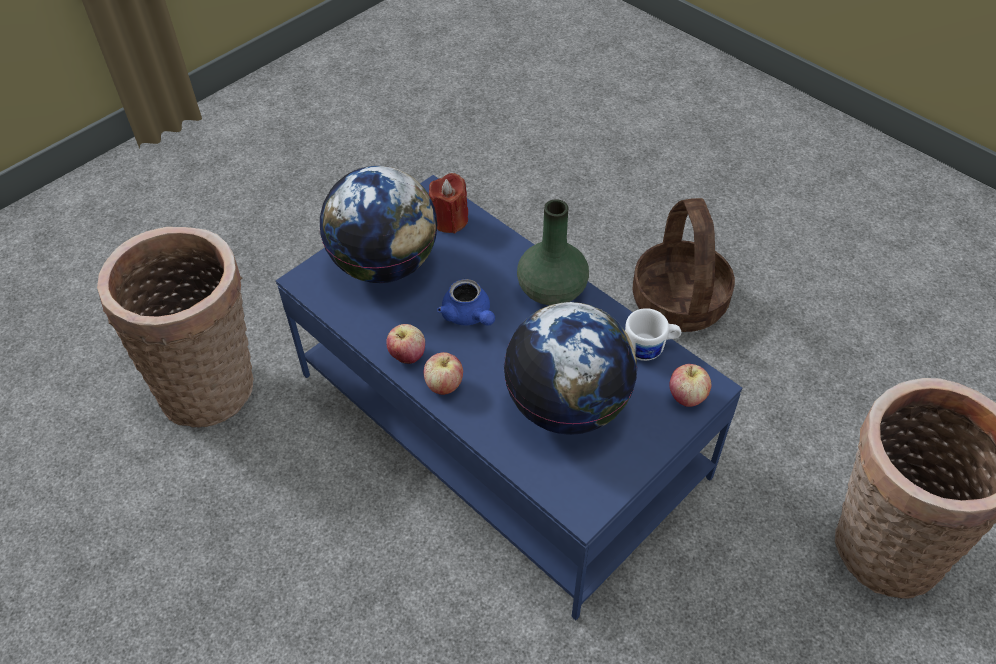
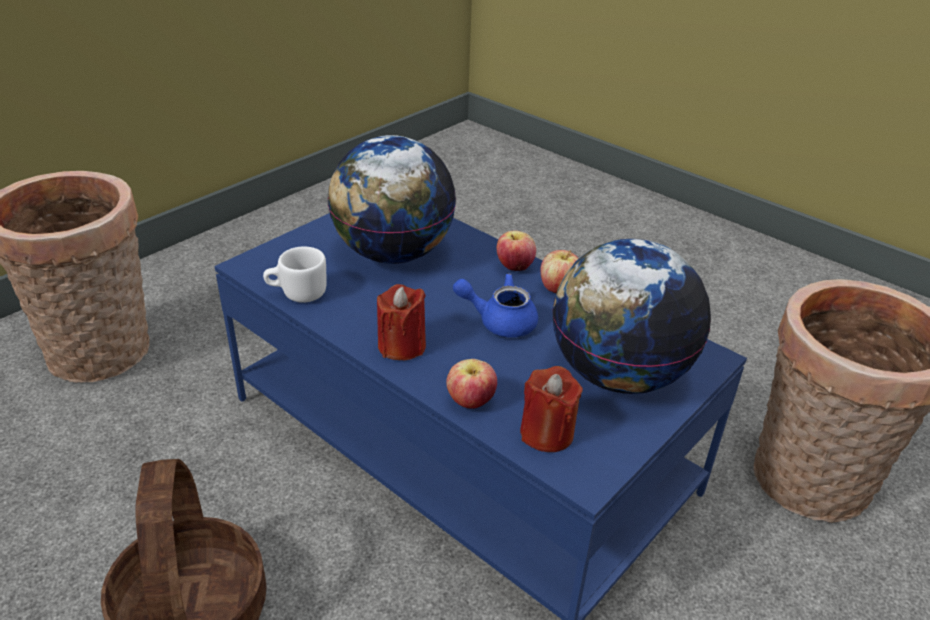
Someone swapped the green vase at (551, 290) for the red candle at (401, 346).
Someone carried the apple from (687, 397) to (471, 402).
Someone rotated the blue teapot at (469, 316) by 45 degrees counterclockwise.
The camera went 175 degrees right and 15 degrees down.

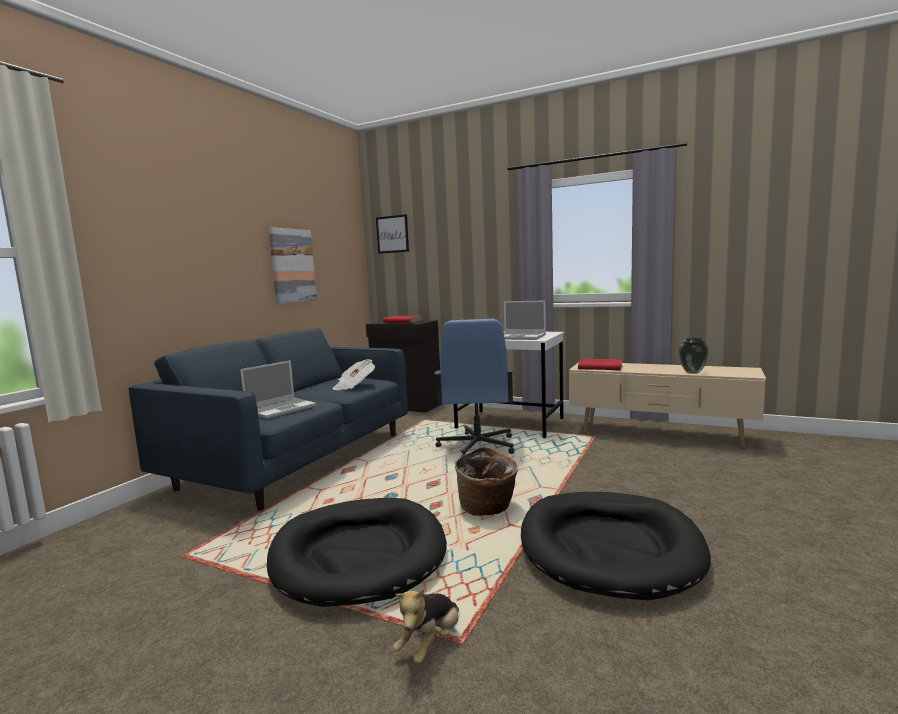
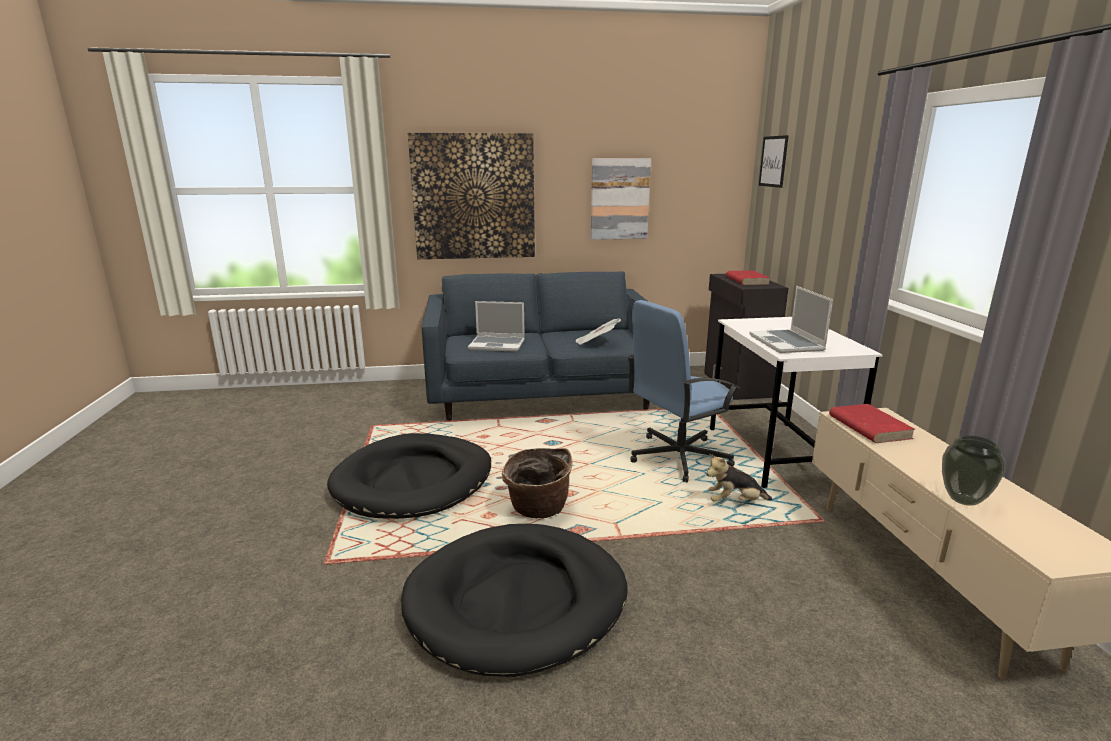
Someone put up the picture at (474, 197).
Someone carried the plush toy from (430, 644) to (734, 502).
The camera went 55 degrees right and 10 degrees up.

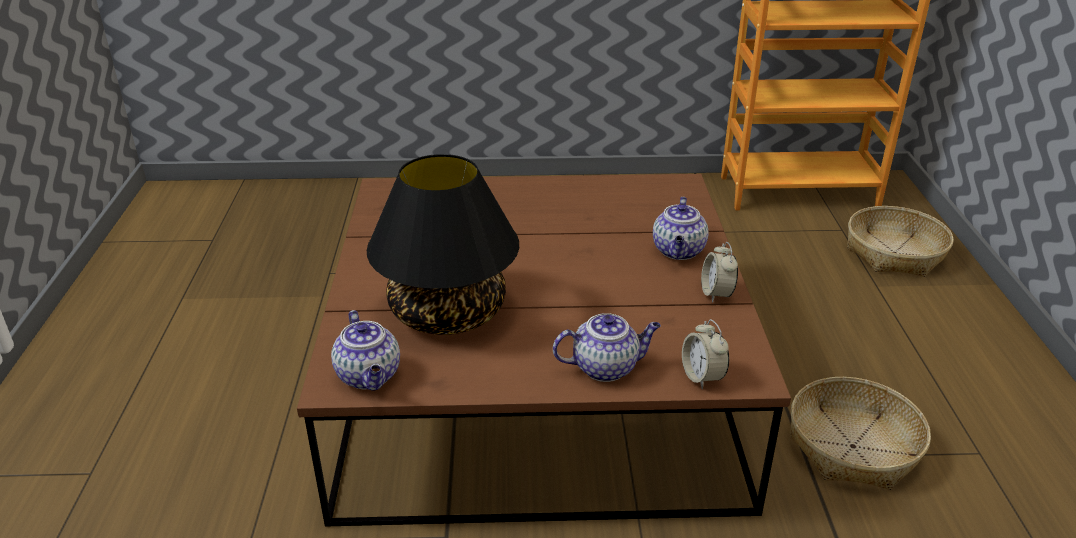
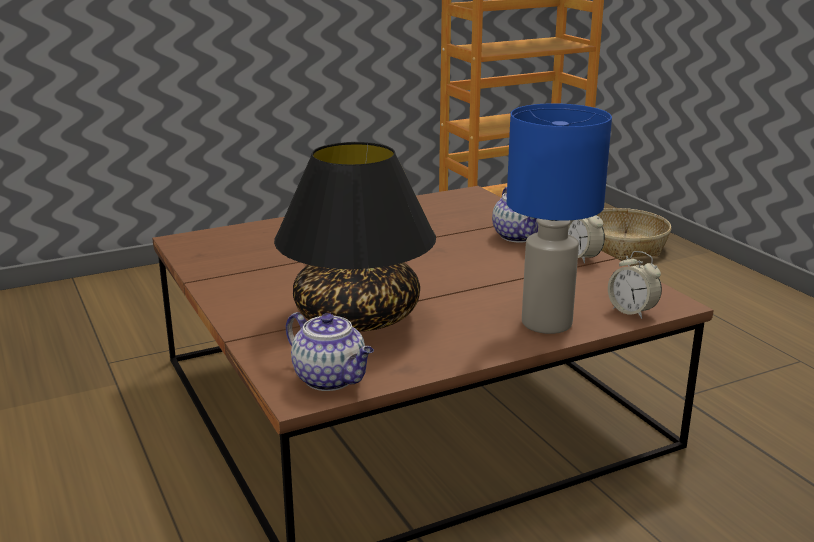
Someone swapped the teapot at (606, 367) for the blue table lamp at (546, 323).
Someone took away the basket at (852, 446).
The camera went 25 degrees left and 10 degrees down.

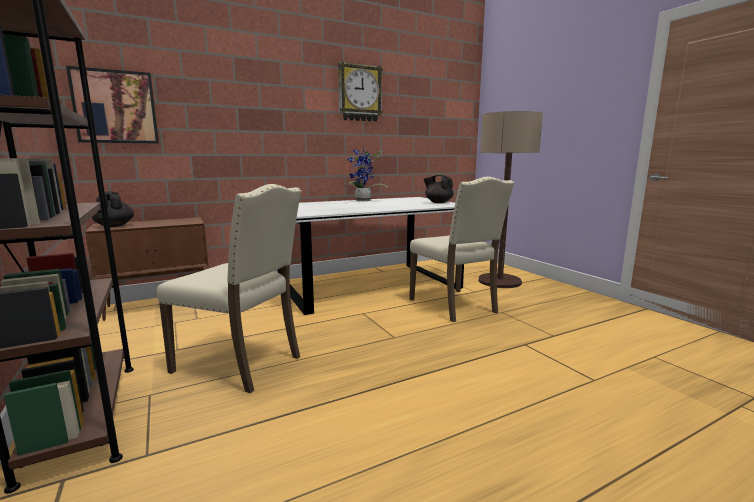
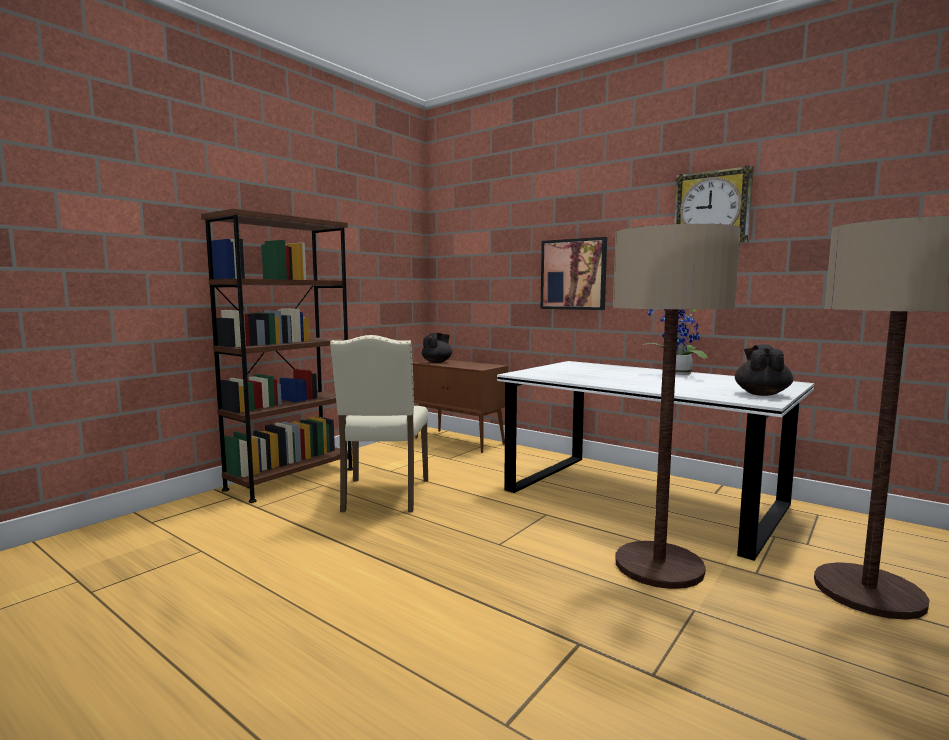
Someone carried the picture from (115, 107) to (573, 274).
Someone swapped the beige chair at (455, 306) for the floor lamp at (658, 566).
The camera went 65 degrees right and 5 degrees down.

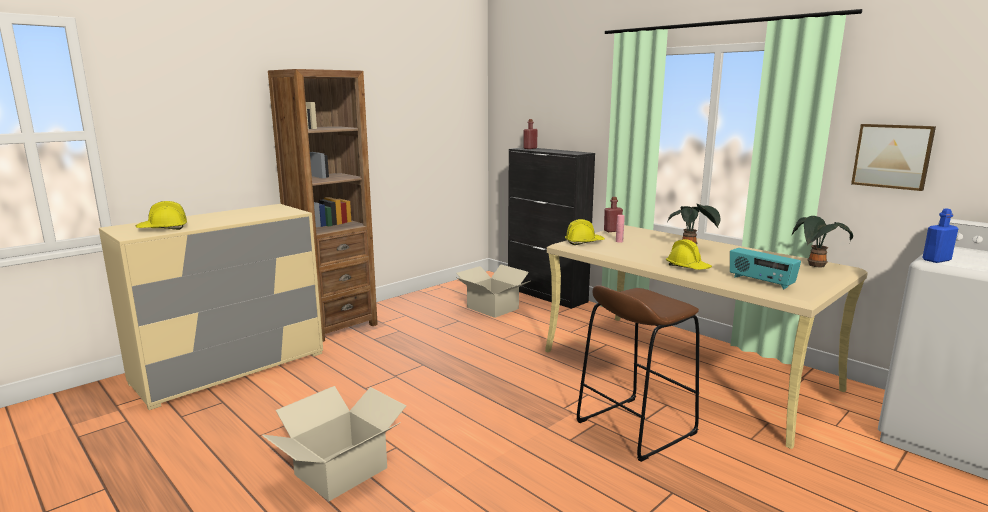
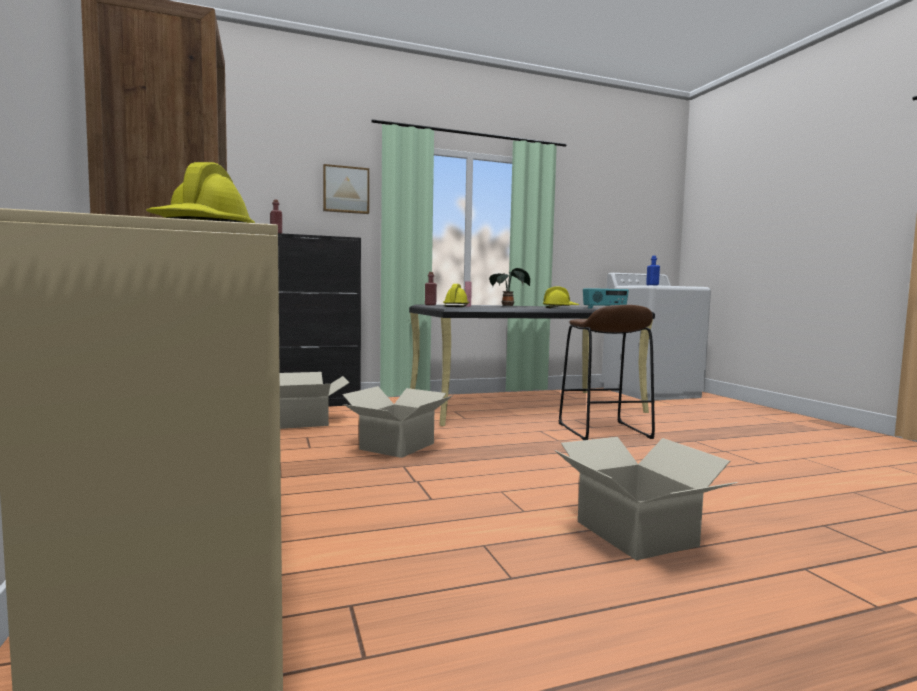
Someone carried the picture from (892, 156) to (346, 190).
Someone put down the cardboard box at (396, 446).
Someone repainted the beige desk at (686, 370), which became the black desk at (525, 406).
Someone took away the potted plant at (816, 266).
The camera went 65 degrees left and 10 degrees down.

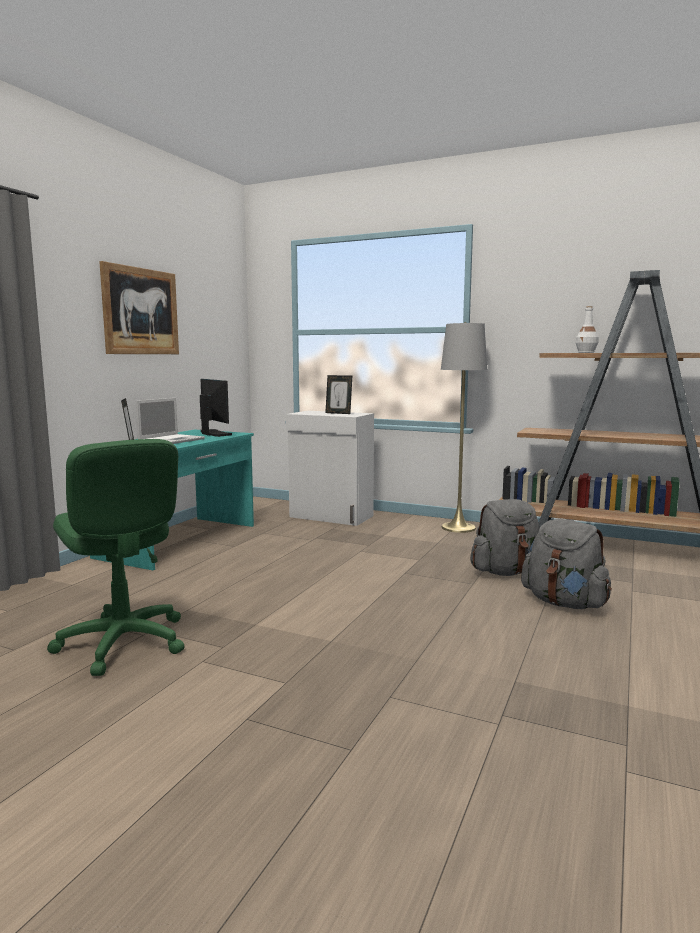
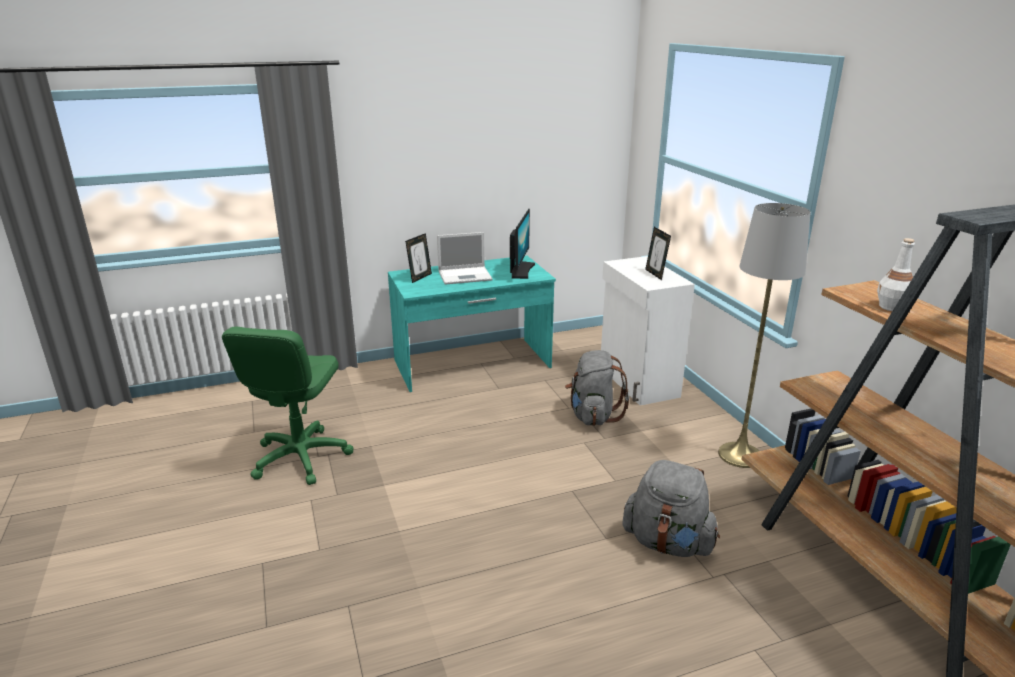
Someone carried the grey backpack from (564, 603) to (593, 415).
Someone took away the picture at (141, 311).
The camera went 45 degrees right and 15 degrees up.

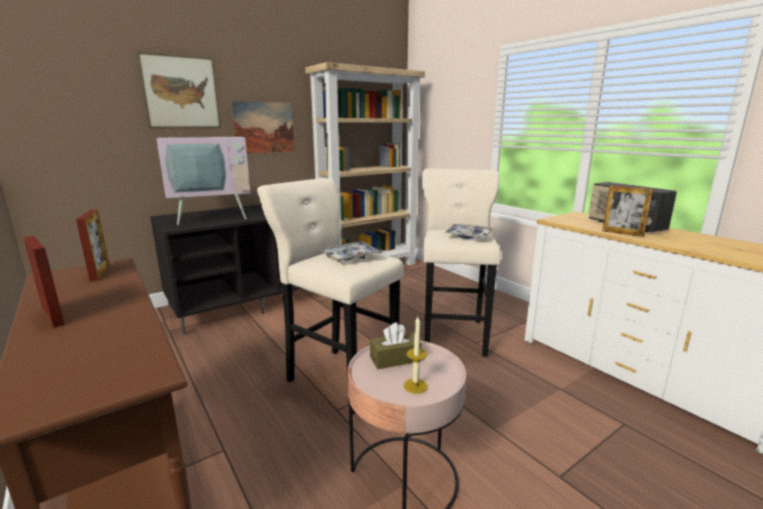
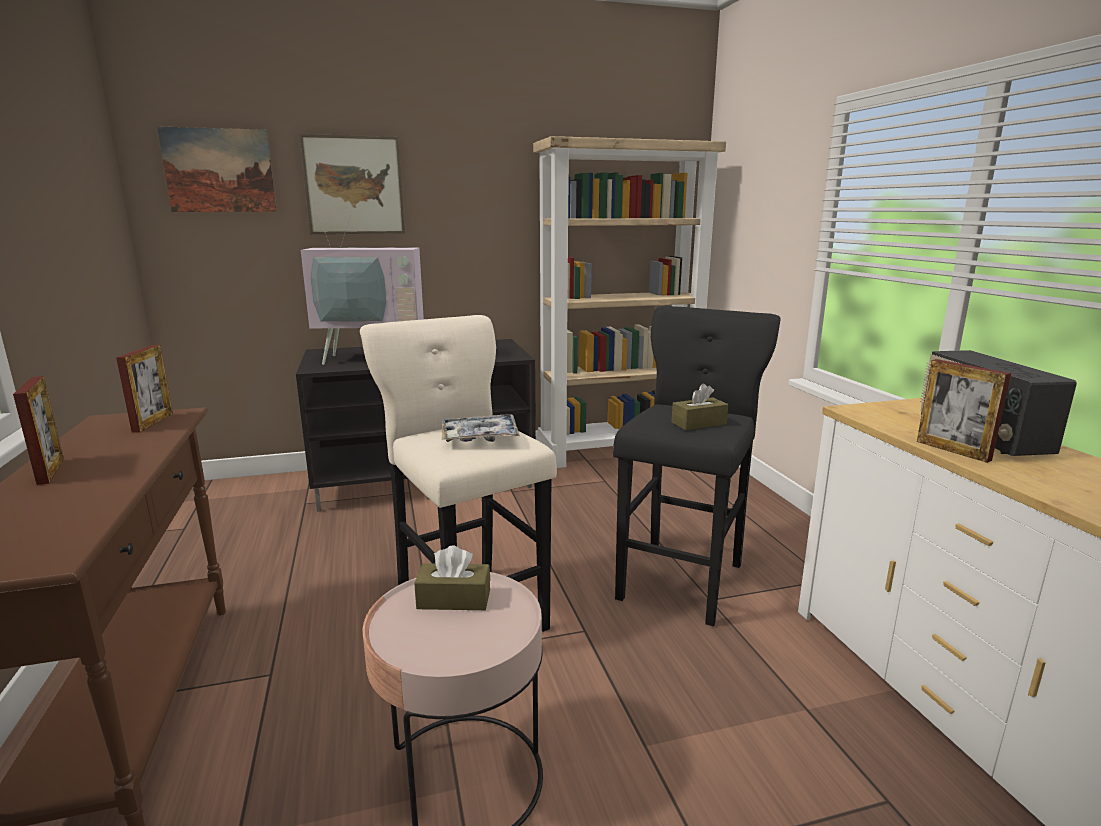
Someone carried the picture from (264, 127) to (219, 170).
Someone repainted the beige stool at (453, 333), which became the black stool at (683, 578).
Someone swapped the tray at (469, 236) for the brown tissue box at (698, 423).
Someone took away the candle at (415, 386).
The camera went 20 degrees right and 0 degrees up.

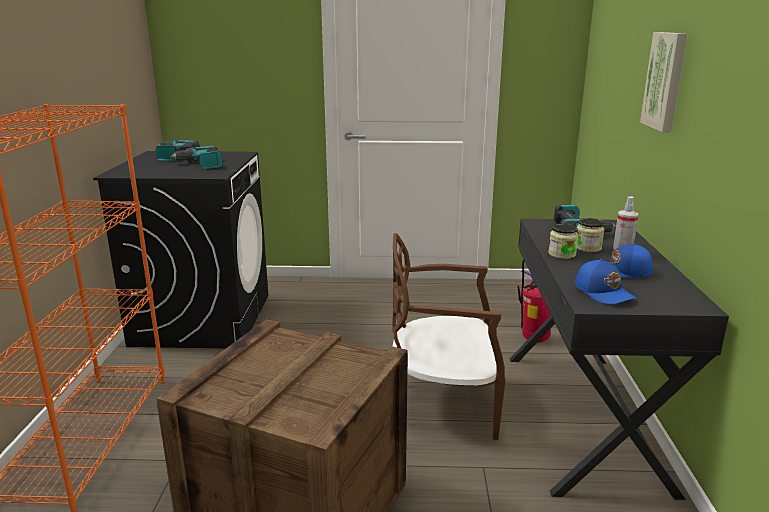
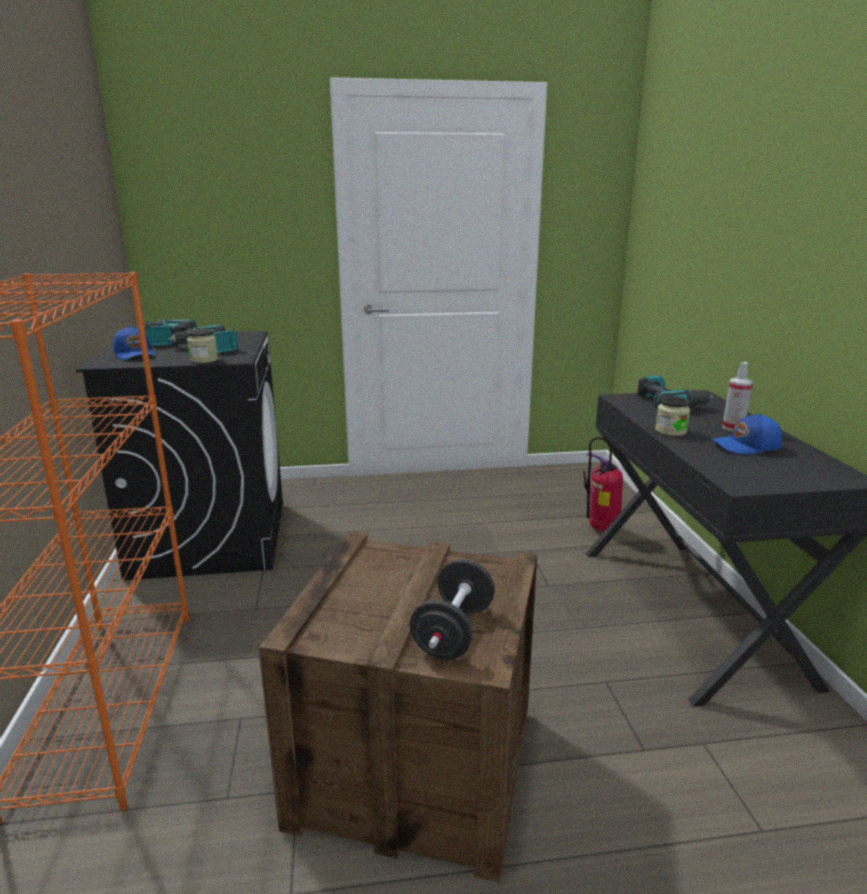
Someone carried the blue cap from (604, 293) to (135, 354).
Someone carried the jar from (588, 248) to (204, 360).
Someone put down the black dumbbell at (453, 632).
Someone took away the brown chair at (444, 404).
Someone took away the picture at (666, 81).
The camera went 10 degrees left and 0 degrees up.

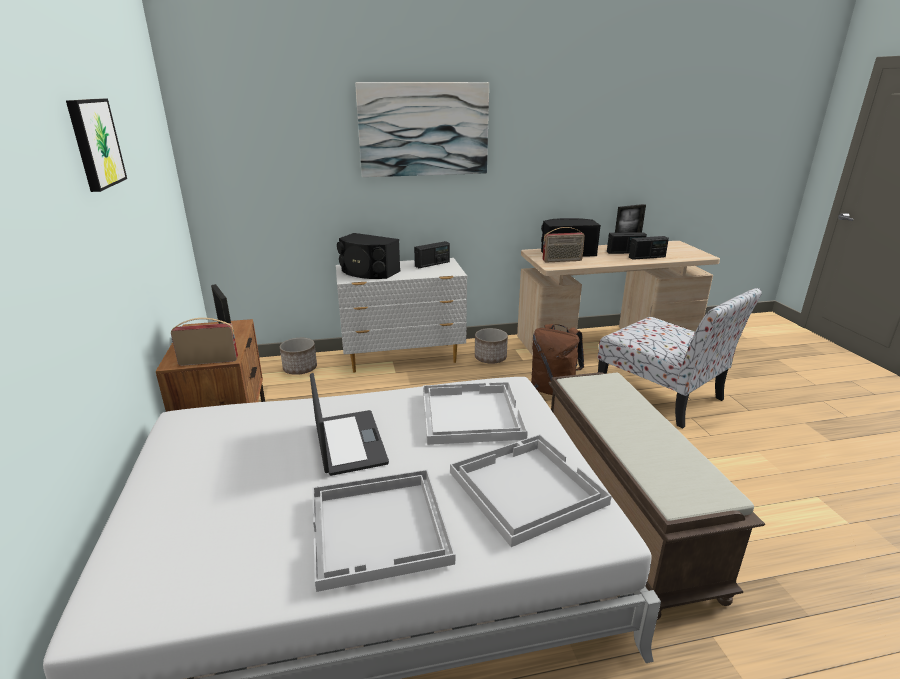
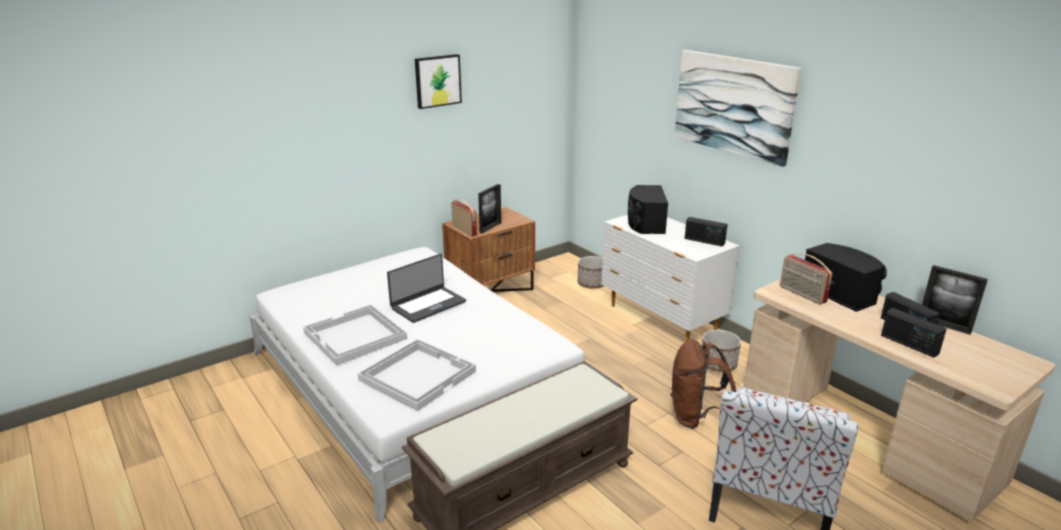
Someone took away the white tray at (470, 414).
The camera went 65 degrees right and 0 degrees up.

